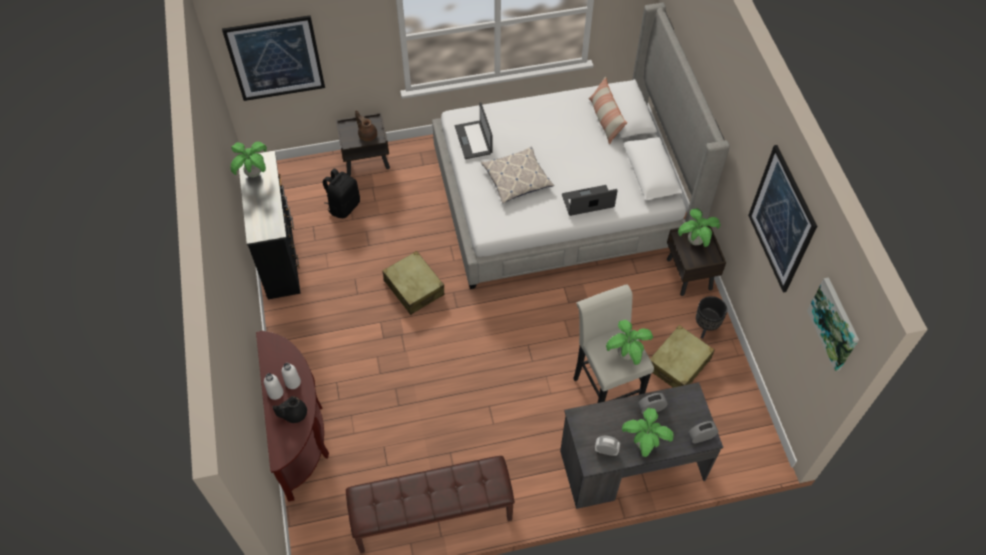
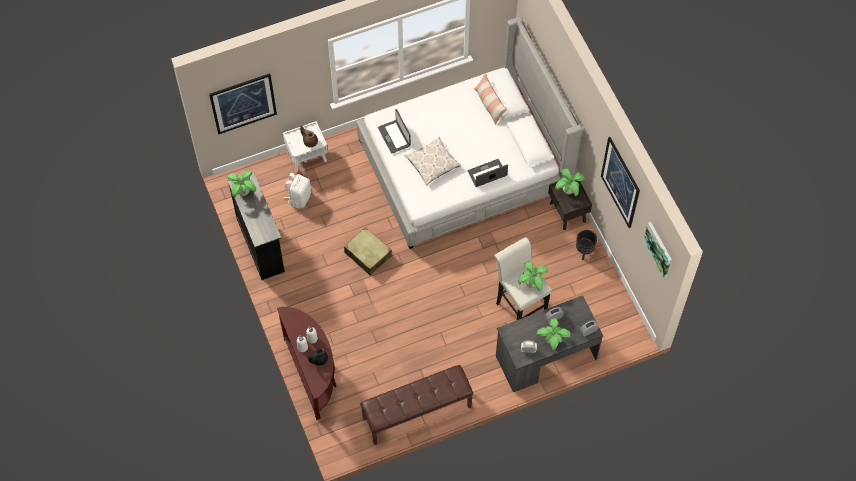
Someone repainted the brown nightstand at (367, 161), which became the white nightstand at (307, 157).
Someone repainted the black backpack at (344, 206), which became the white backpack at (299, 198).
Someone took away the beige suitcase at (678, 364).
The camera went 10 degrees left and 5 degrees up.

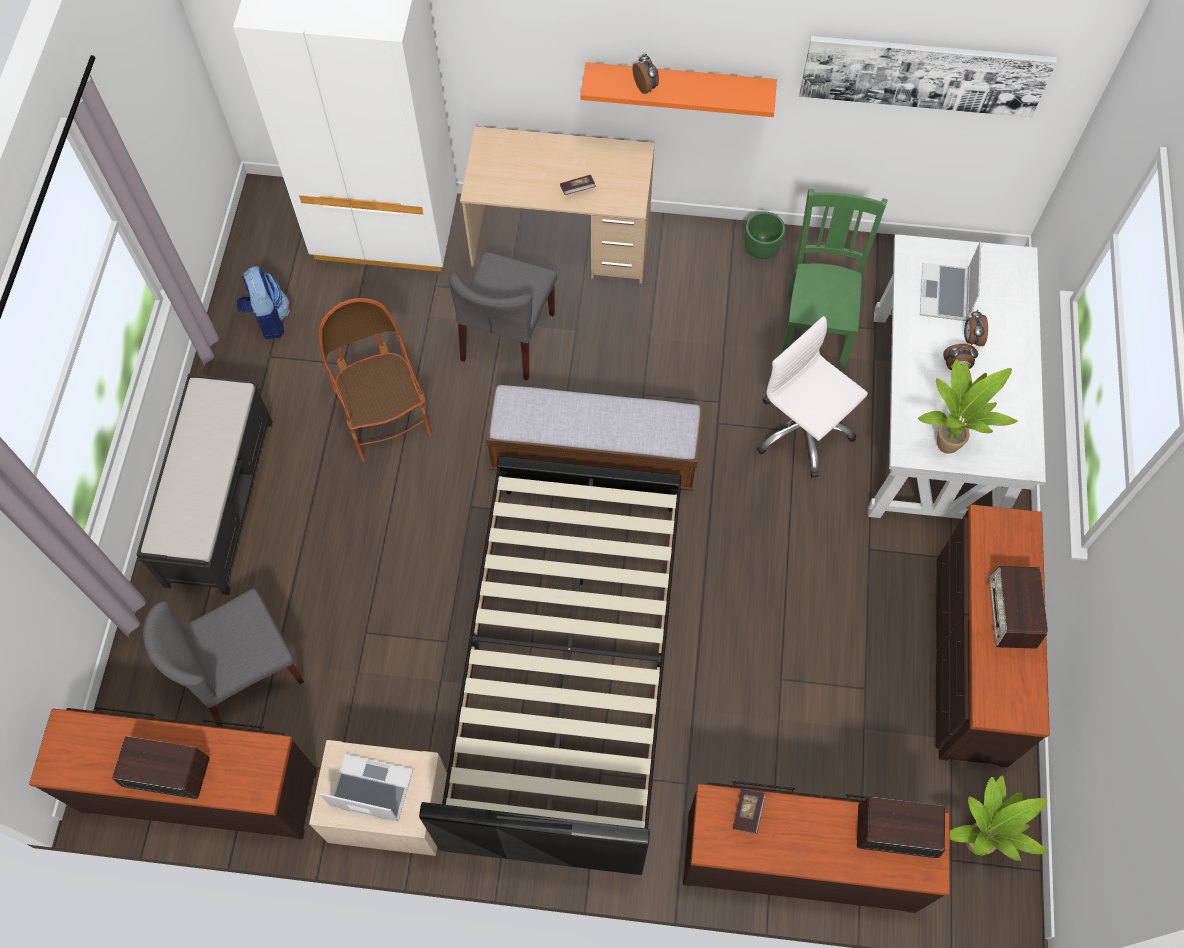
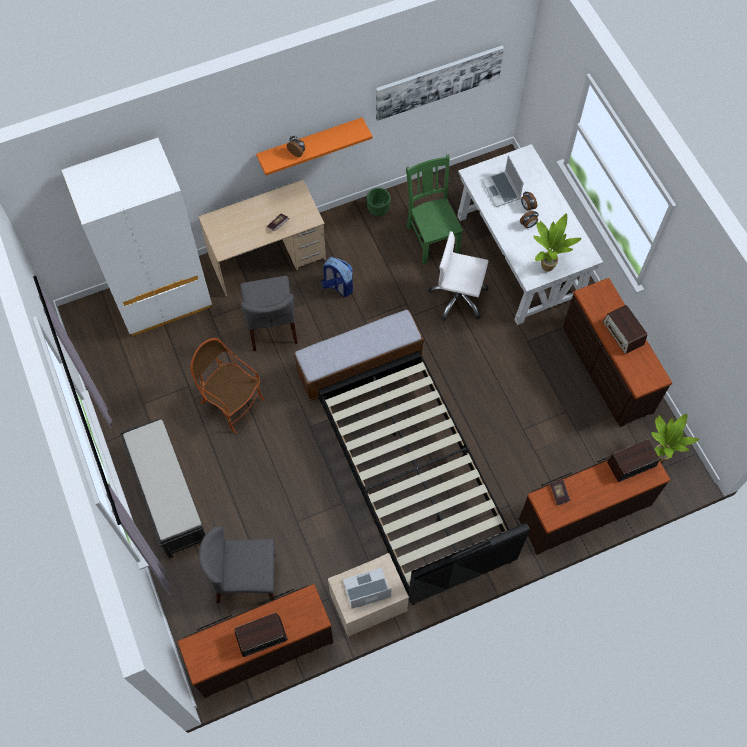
Someone rotated the grey chair at (244, 674) by 60 degrees clockwise.
Someone carried the backpack from (268, 319) to (338, 286).
The camera went 30 degrees left and 0 degrees up.

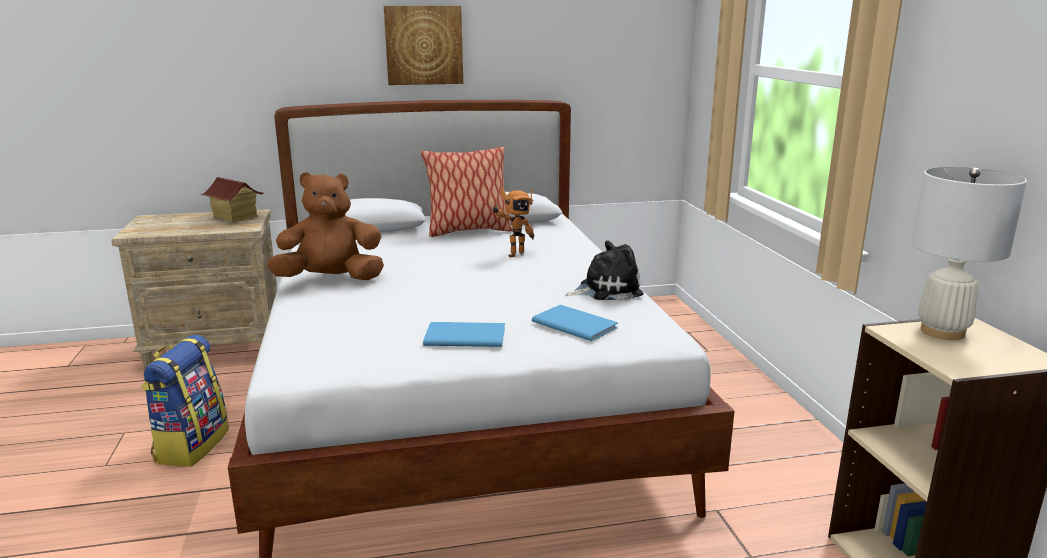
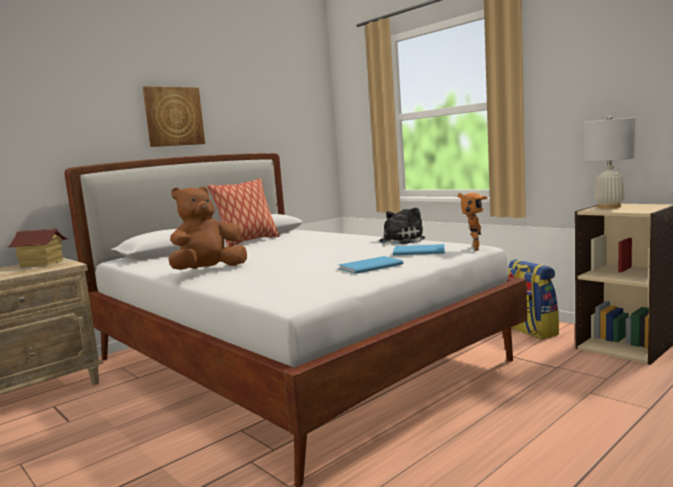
Someone carried the toy robot from (514, 254) to (473, 249).
Someone carried the backpack from (191, 445) to (530, 331).
The camera went 30 degrees left and 10 degrees down.

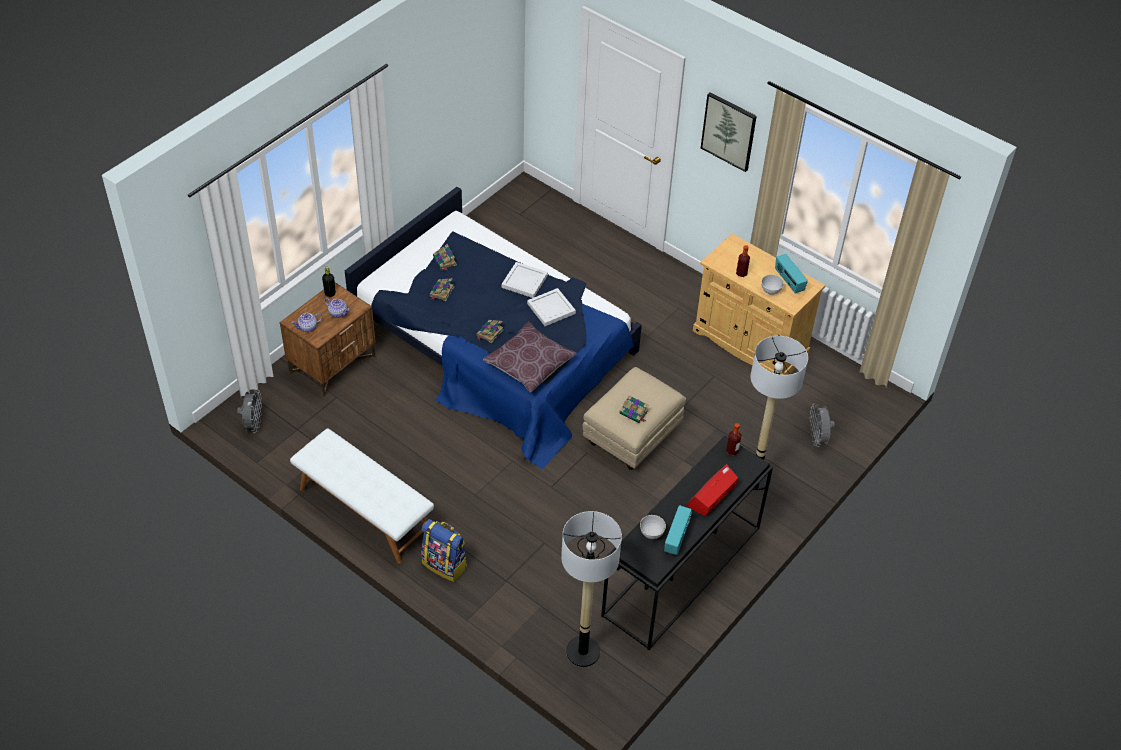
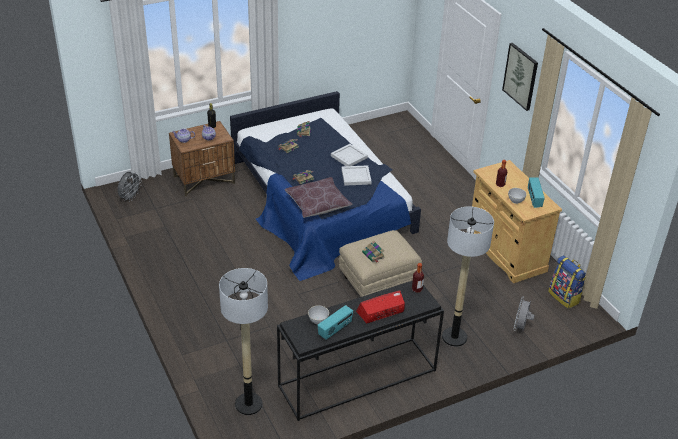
Someone carried the backpack from (445, 564) to (564, 297).
Someone took away the white bench at (364, 512).
The camera went 25 degrees right and 10 degrees down.

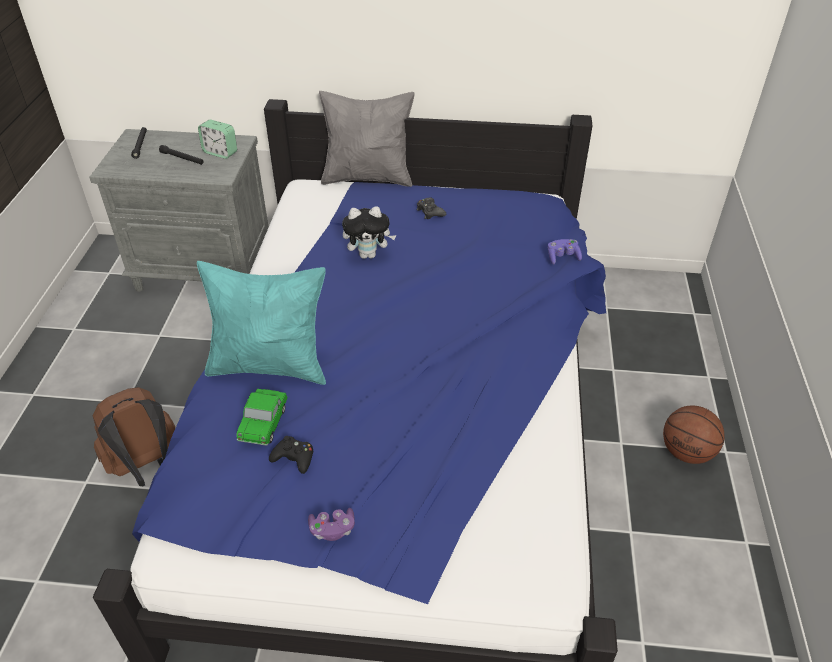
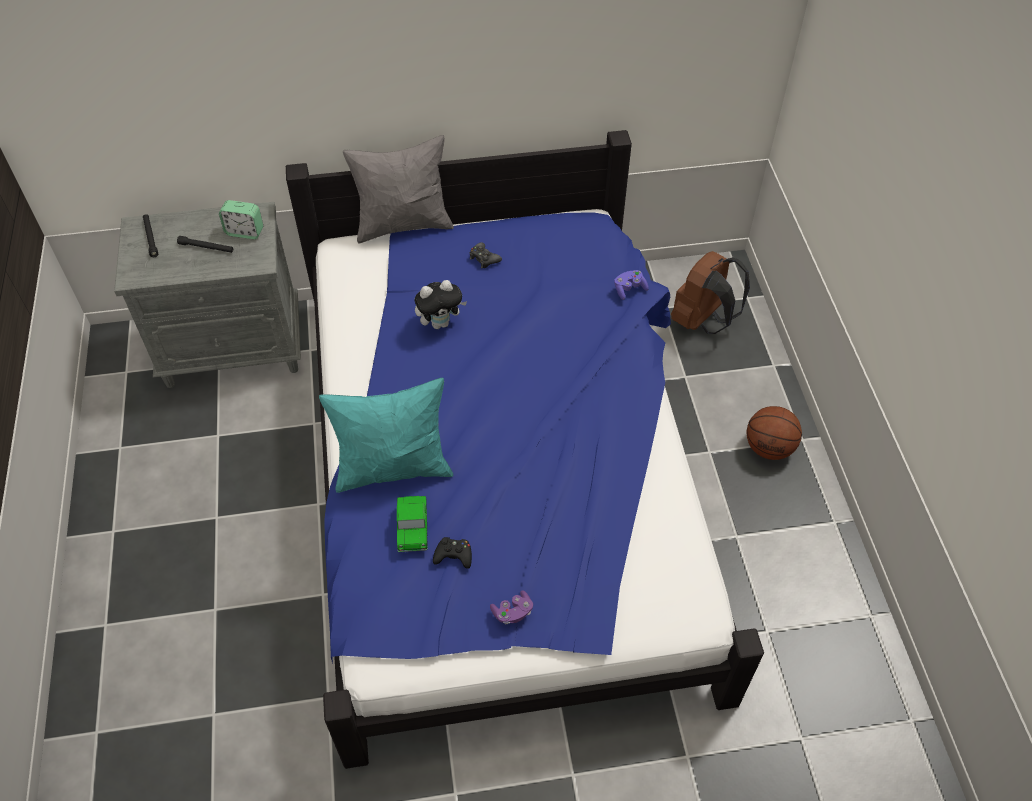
Someone carried the brown backpack from (147, 467) to (702, 321).
The camera went 15 degrees left and 10 degrees up.

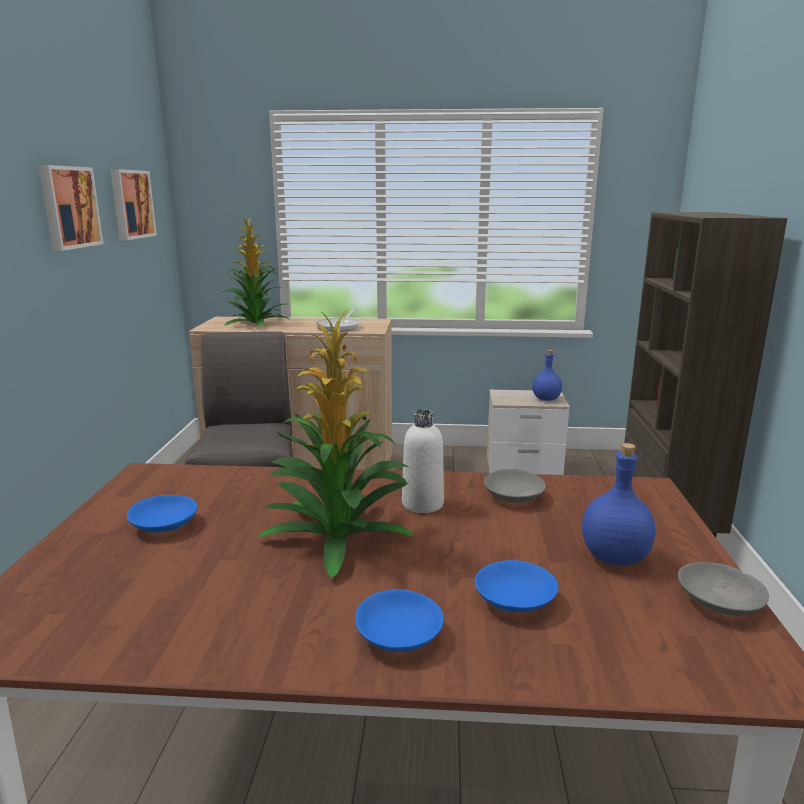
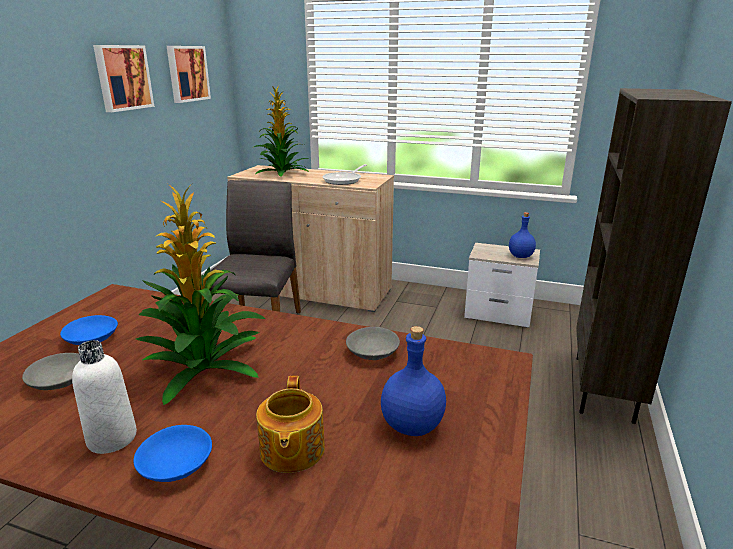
Someone carried the grey bowl from (720, 602) to (60, 381).
Someone carried the white bottle from (422, 504) to (112, 438).
Someone swapped the blue bowl at (513, 600) for the teapot at (291, 450).
The camera went 15 degrees right and 5 degrees up.

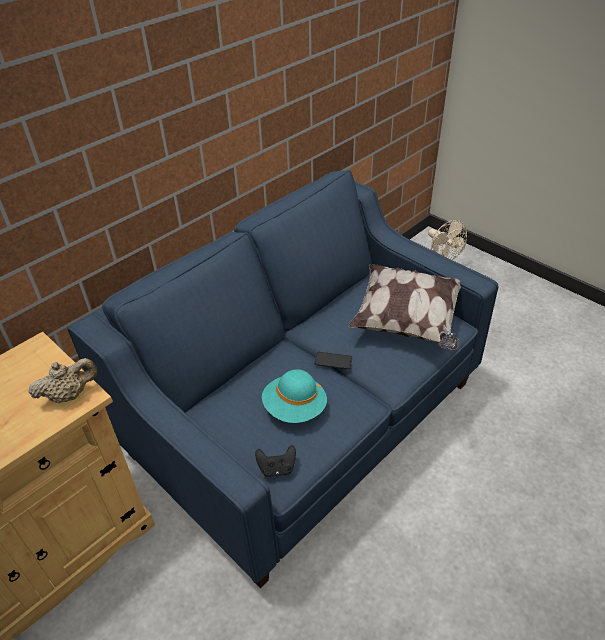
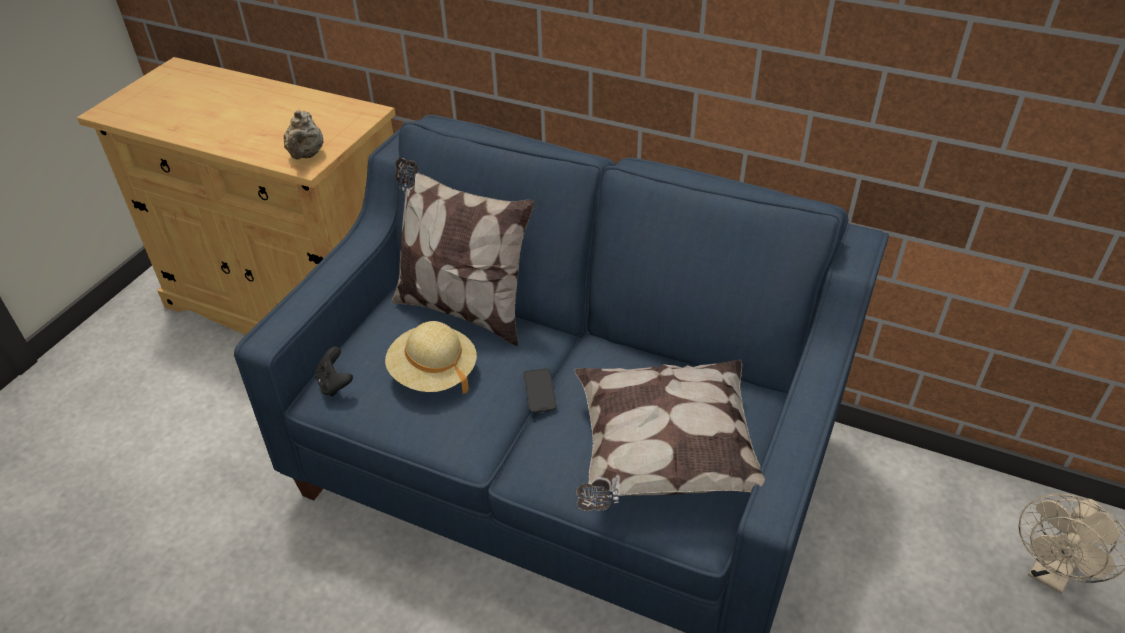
Someone rotated the beige teapot at (70, 395) by 45 degrees clockwise.
Someone repainted the turquoise hat at (295, 408), which became the beige hat at (433, 373).
Someone put down the pillow at (463, 308).
The camera went 70 degrees right and 0 degrees up.

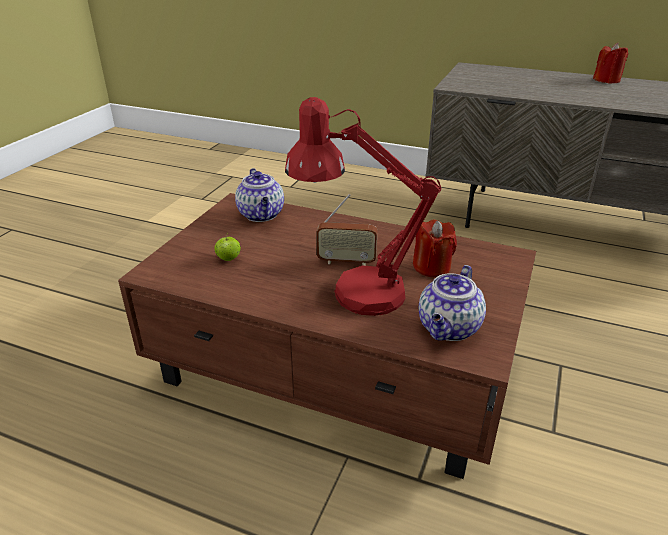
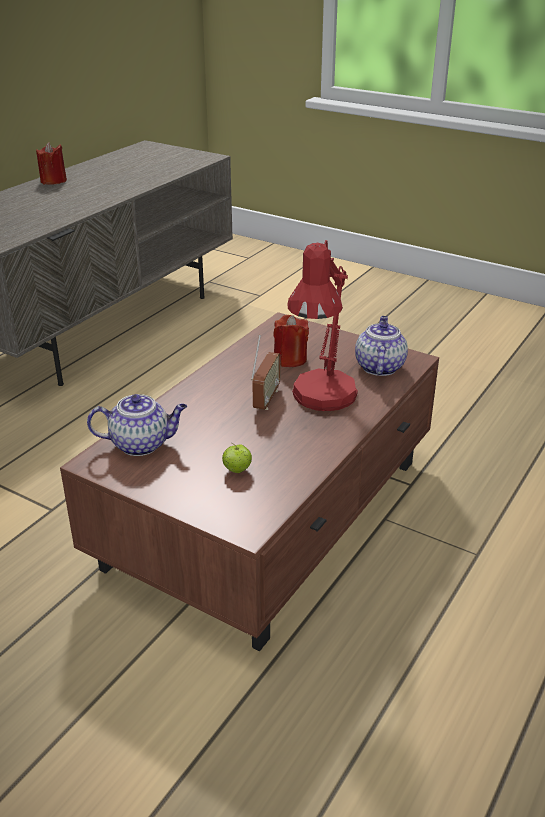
Someone rotated the teapot at (449, 329) by 120 degrees counterclockwise.
The camera went 80 degrees left and 0 degrees up.

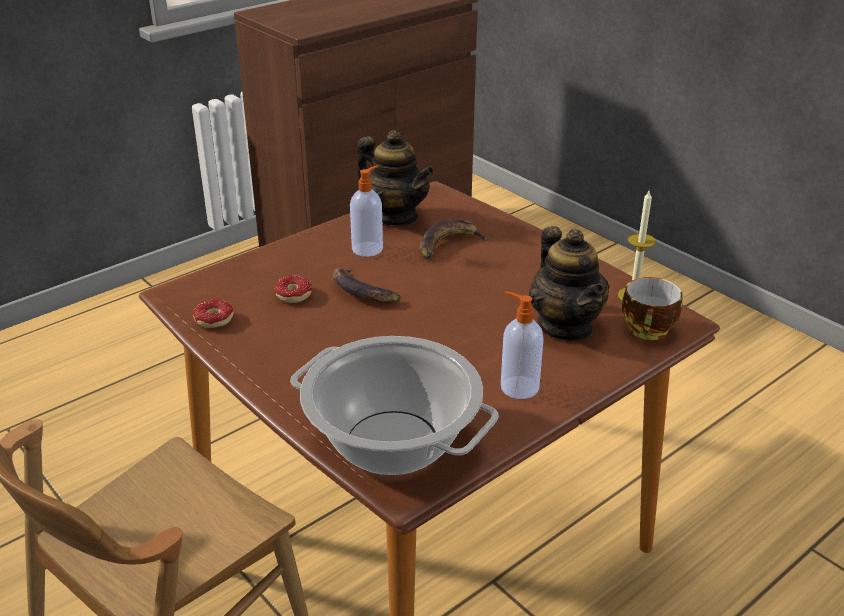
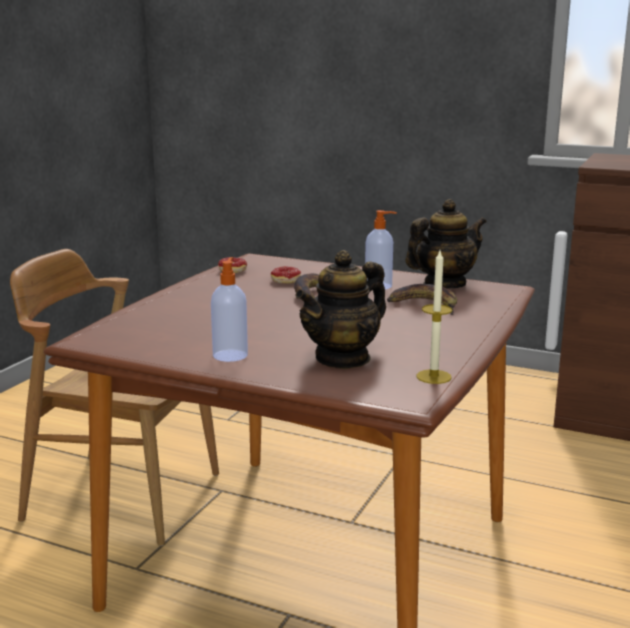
Someone rotated the teapot at (395, 216) by 135 degrees counterclockwise.
Someone took away the cooking pot at (394, 443).
Someone took away the cup at (649, 331).
The camera went 65 degrees right and 15 degrees down.

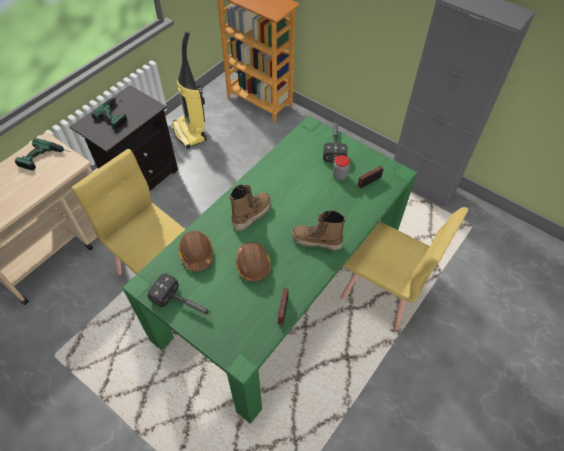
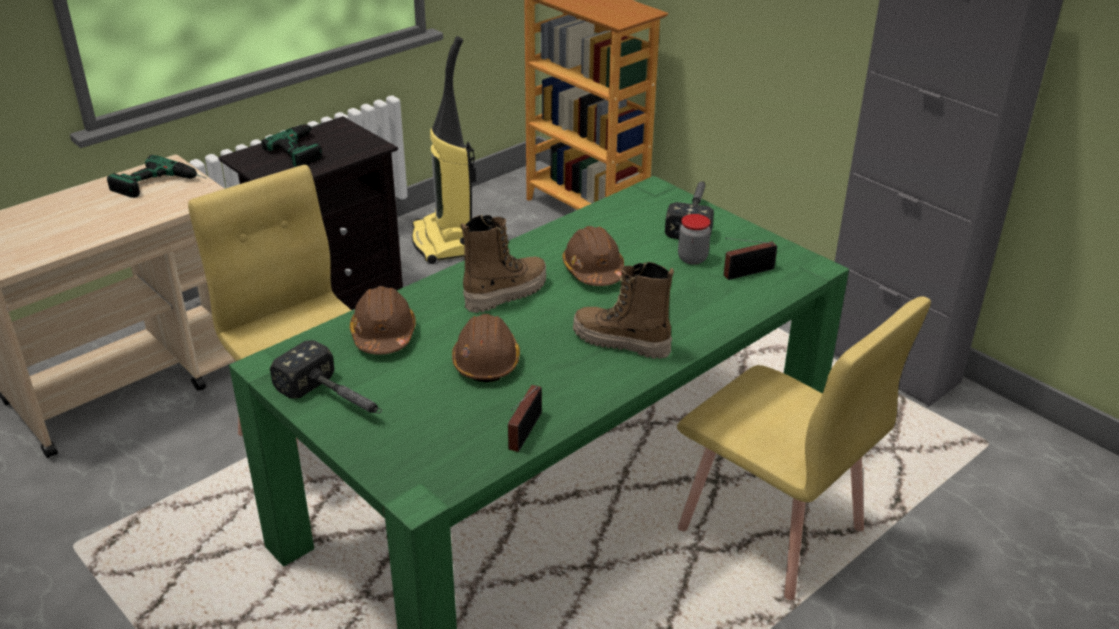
Someone put down the brown hard hat at (593, 270).
The camera went 10 degrees right and 20 degrees down.

